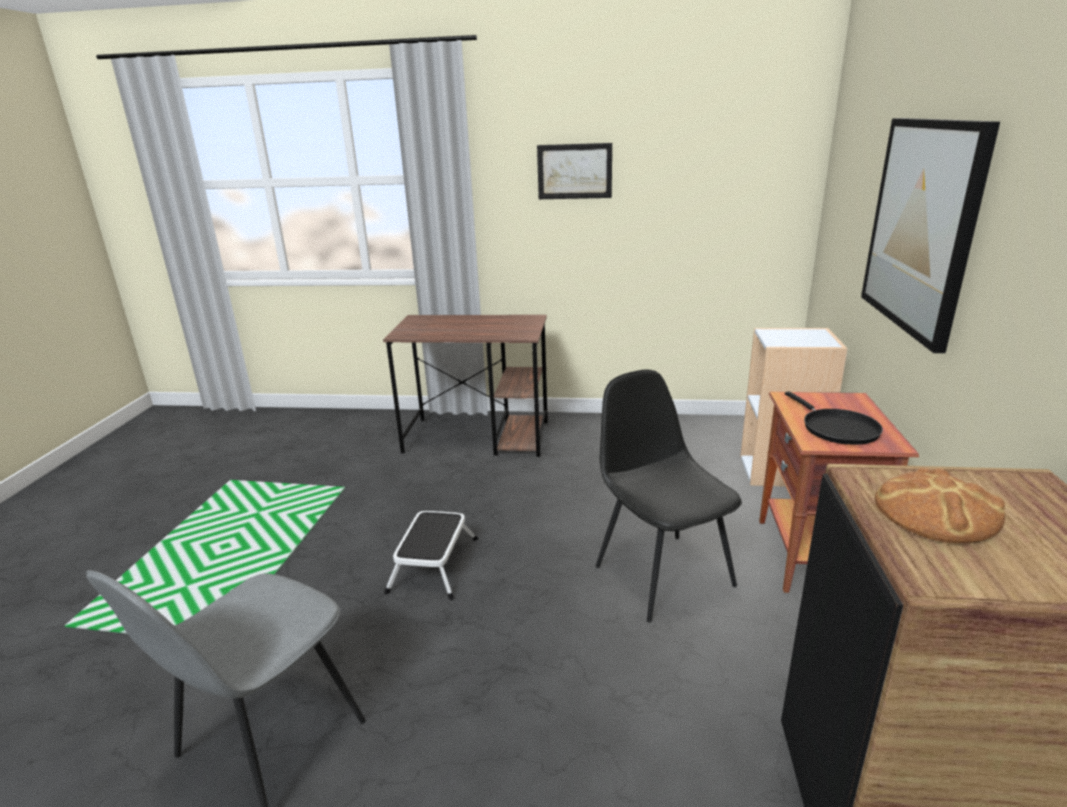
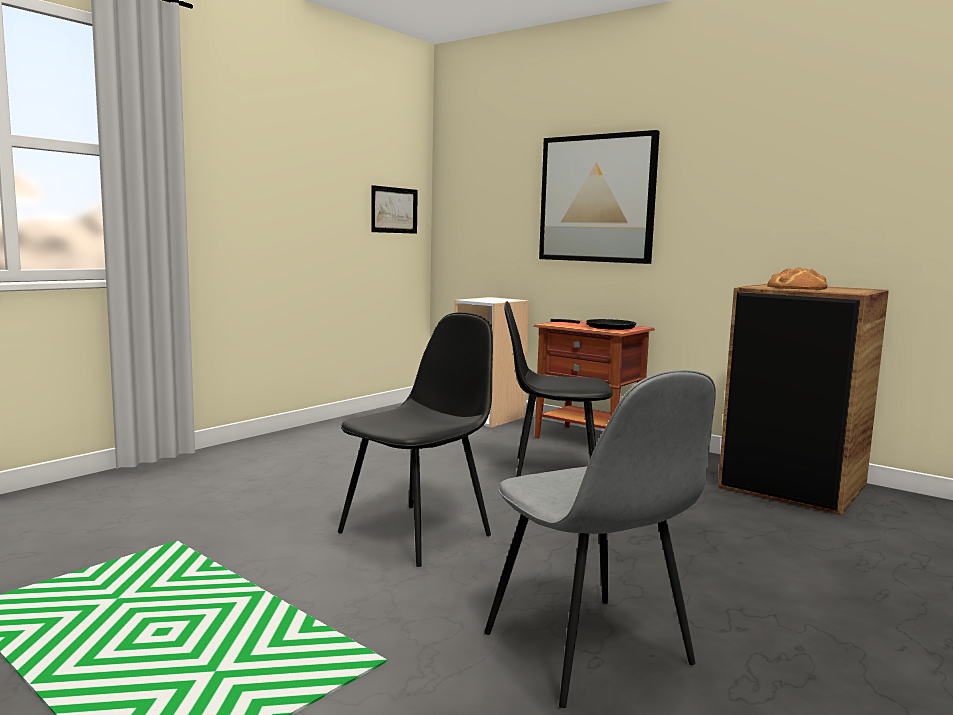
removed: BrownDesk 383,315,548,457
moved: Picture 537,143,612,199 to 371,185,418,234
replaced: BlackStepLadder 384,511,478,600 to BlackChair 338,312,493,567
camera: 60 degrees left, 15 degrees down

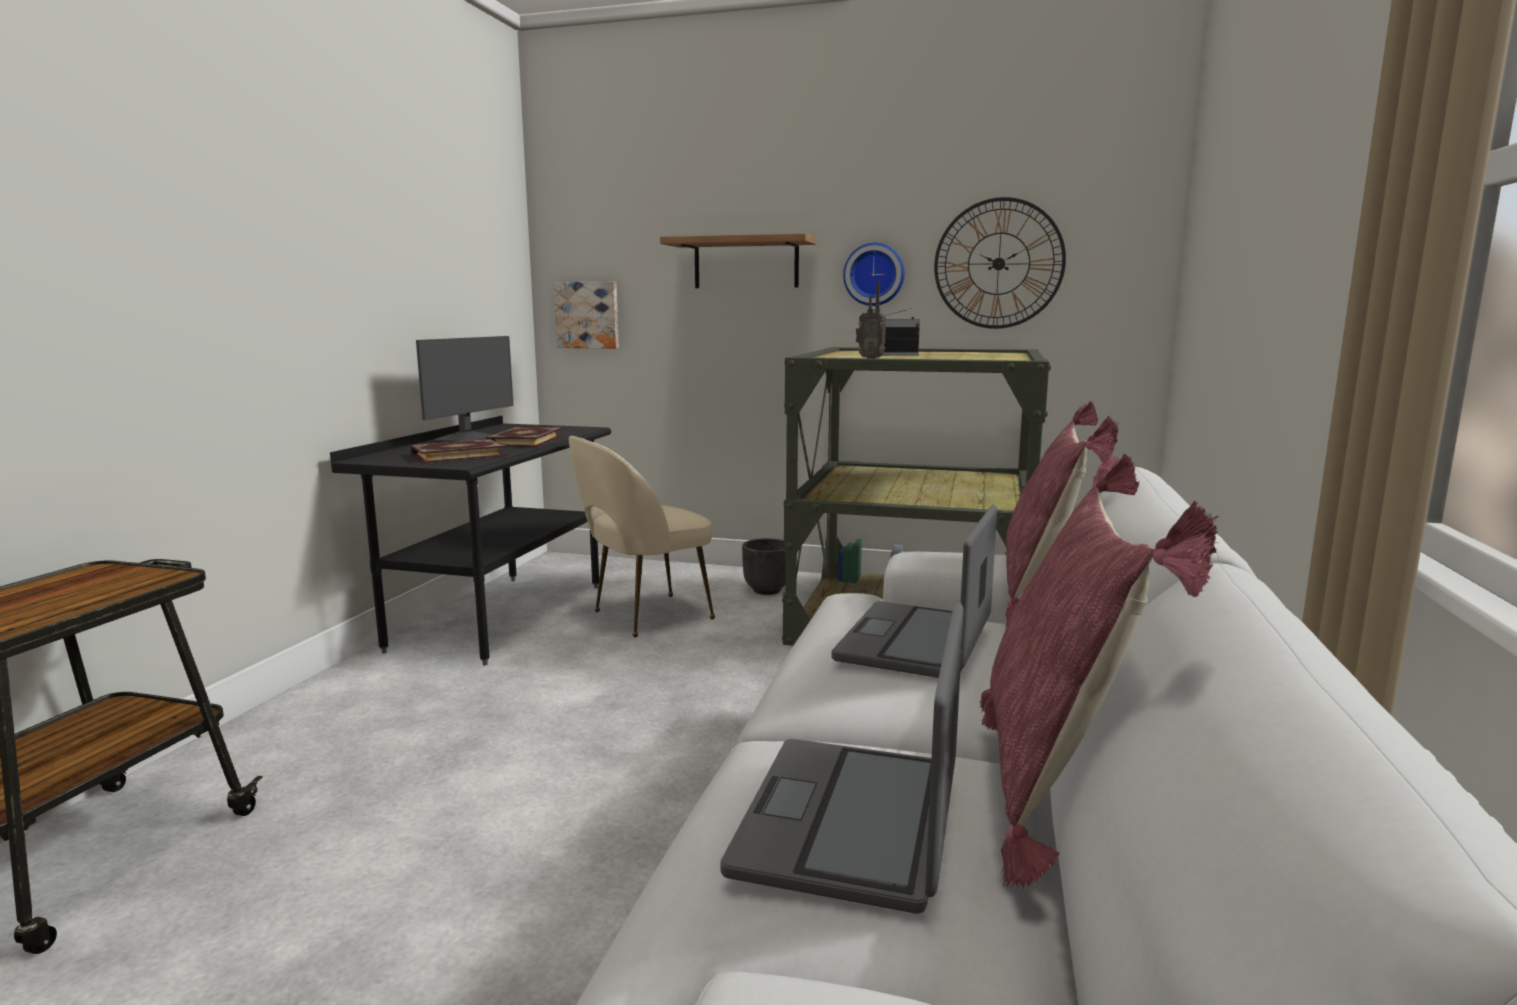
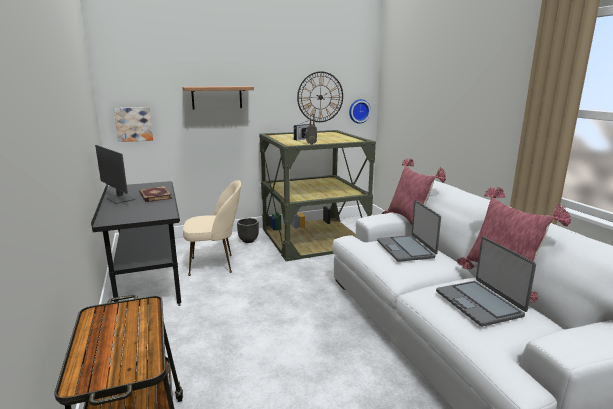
removed: Book 411,439,506,463
moved: WallClock 843,243,905,306 to 349,99,371,124
turned: Monitor 416,336,514,442 = 95,145,135,204 150 degrees clockwise; BeigeChair 569,436,715,637 = 183,180,241,276 120 degrees counterclockwise
camera: 35 degrees left, 5 degrees up

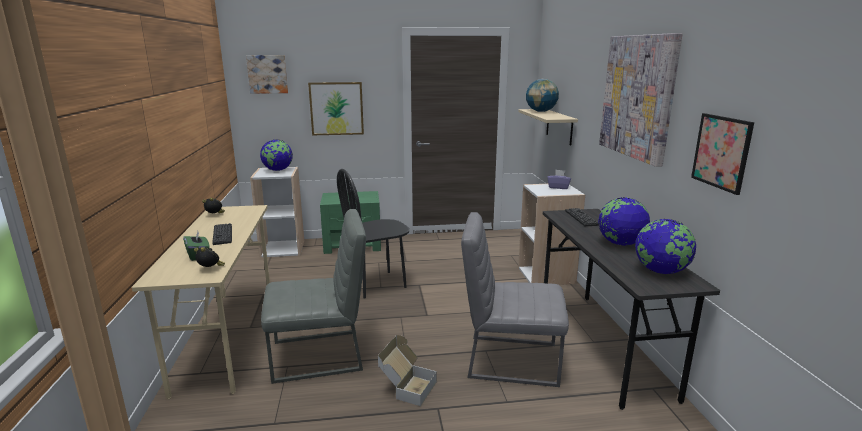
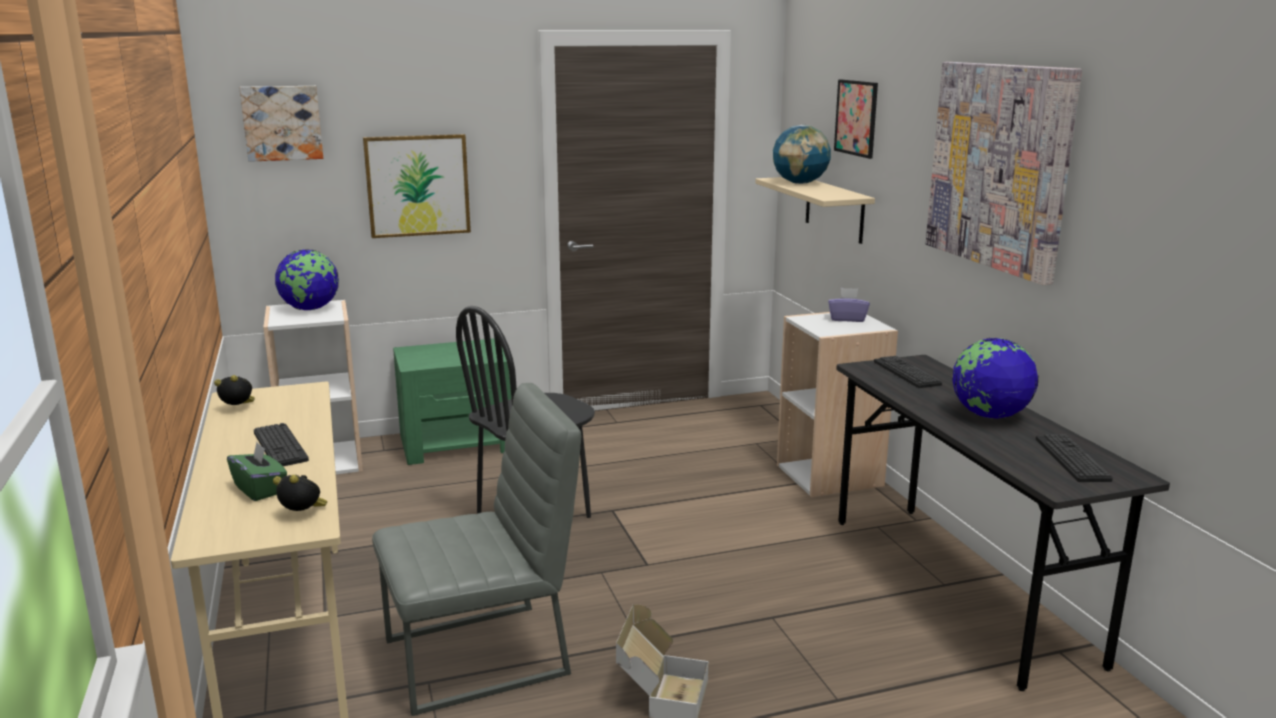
removed: GreyChair 461,212,569,387
moved: Picture 691,113,754,195 to 834,79,878,159
replaced: Globe 635,219,696,274 to Keyboard 1036,434,1113,482
camera: 10 degrees left, 0 degrees up

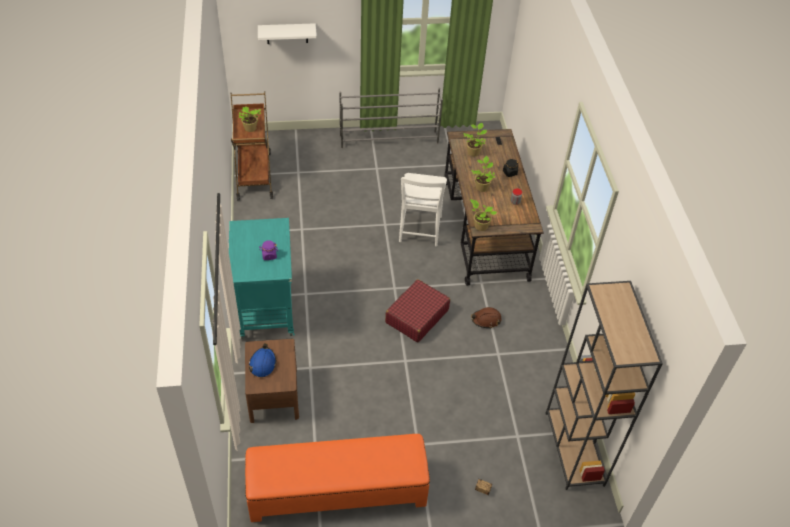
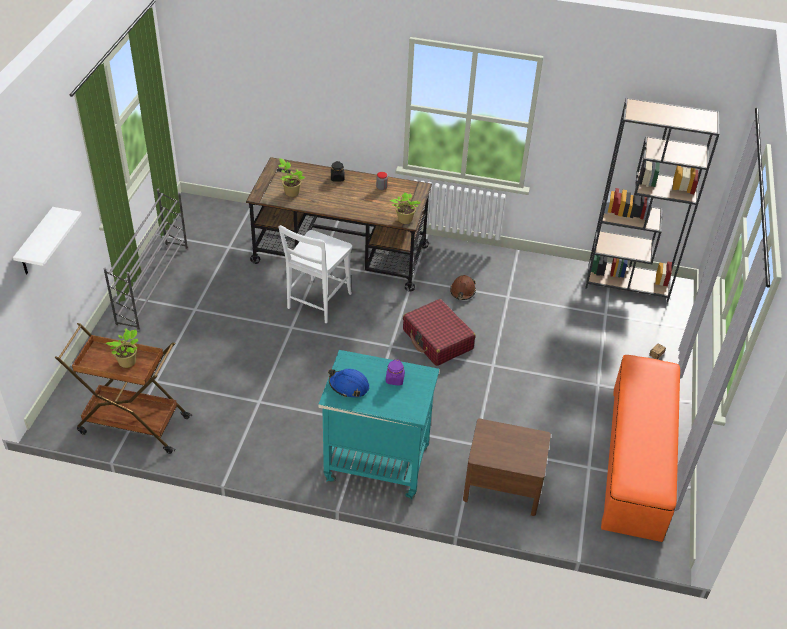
removed: PottedPlant 471,156,495,192
moved: BlueHardHat 249,343,276,377 to 328,369,369,397
turned: WhiteChair 399,173,447,247 = 278,225,352,323 90 degrees clockwise
camera: 70 degrees left, 5 degrees down

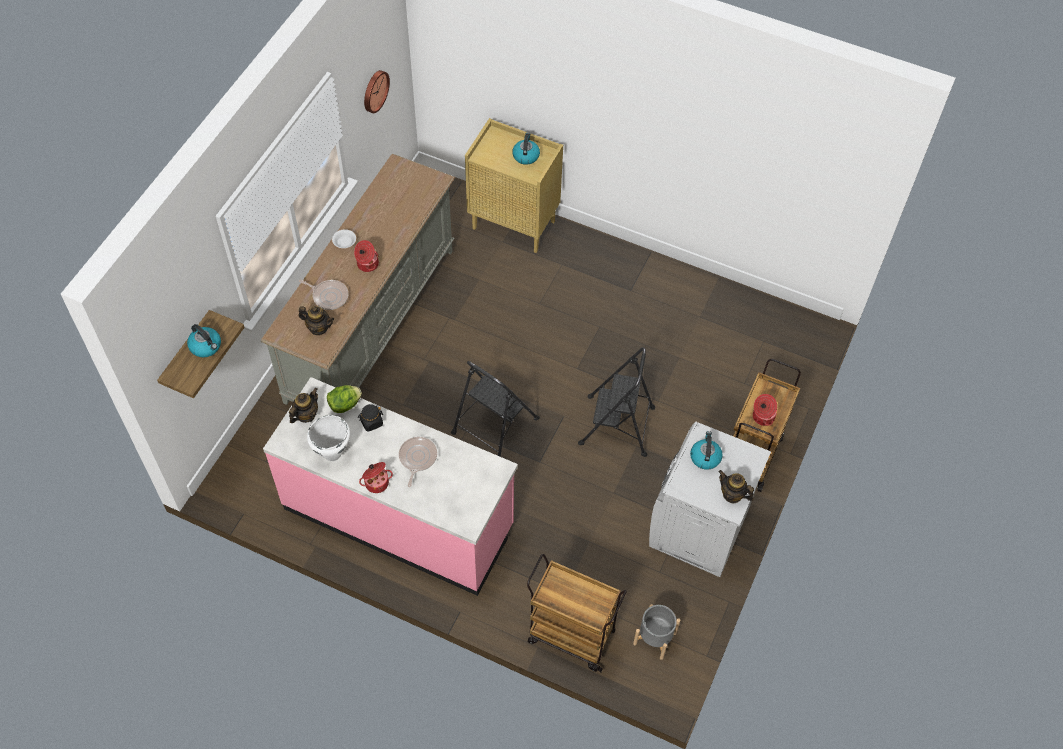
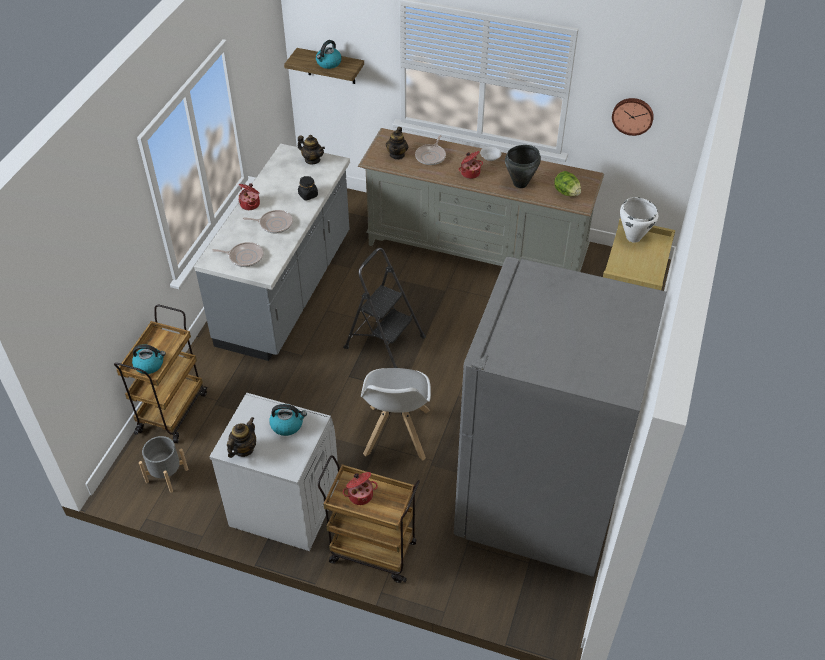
added: FryingPan 212,242,264,267; GreyFridge 454,257,667,577; BlackCookingPot 505,145,541,188
moved: Kettle 512,132,540,165 to 132,345,166,374; Lettuce 327,385,362,413 to 554,171,581,196; WhiteCookingPot 307,415,350,461 to 620,197,658,243
replaced: BlackStepLadder 578,347,655,457 to Chair 361,368,431,460
recoloured: PinkCounter 263,377,518,596 to GreyCounter 194,144,350,361
camera: 85 degrees right, 10 degrees down

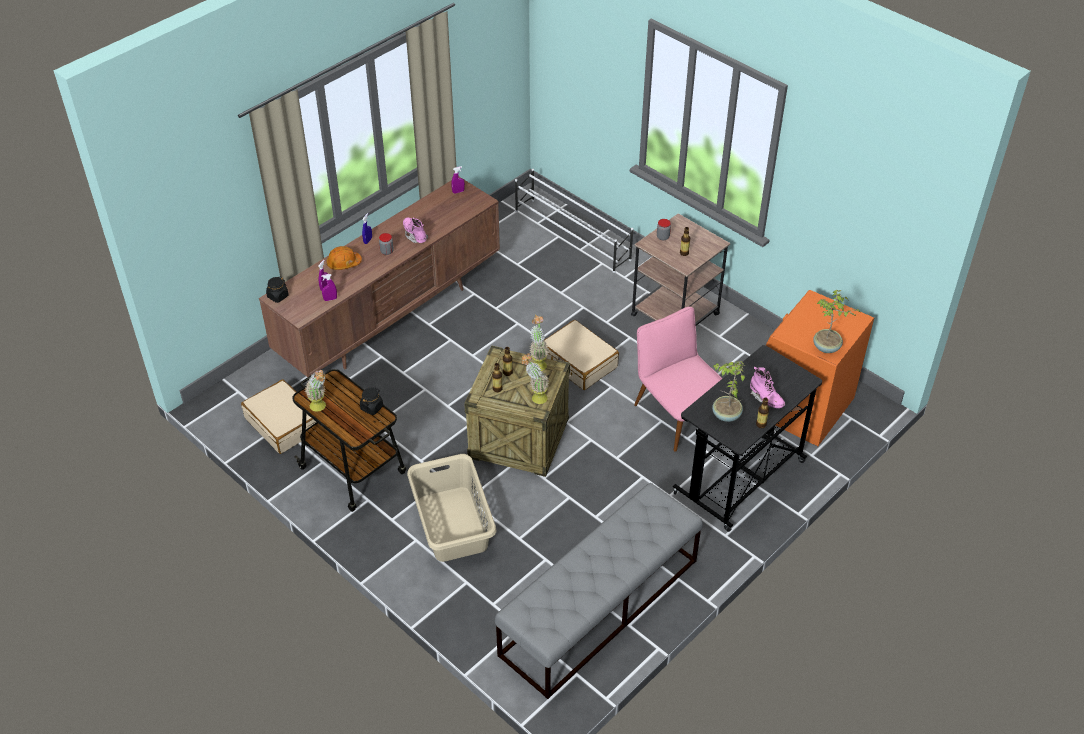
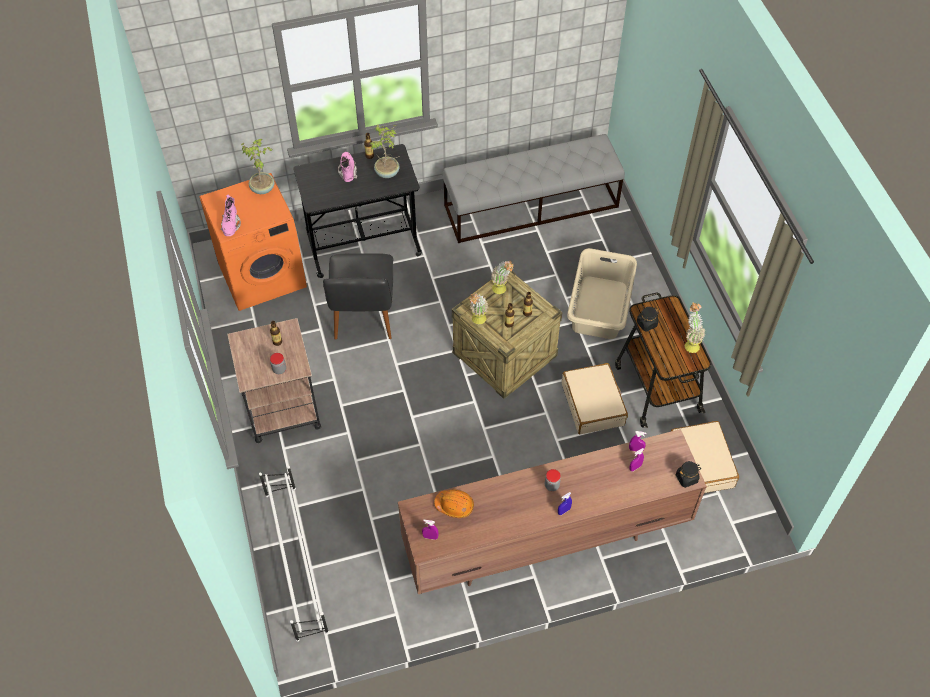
moved: PinkBoot 403,217,428,243 to 221,195,241,236; OrangeHardHat 326,246,362,270 to 434,489,474,518; BeigeSuitcase 544,320,619,390 to 562,363,628,434
recoloured: PinkChair 634,307,722,451 to BlackChair 323,253,393,340
camera: 150 degrees left, 10 degrees up

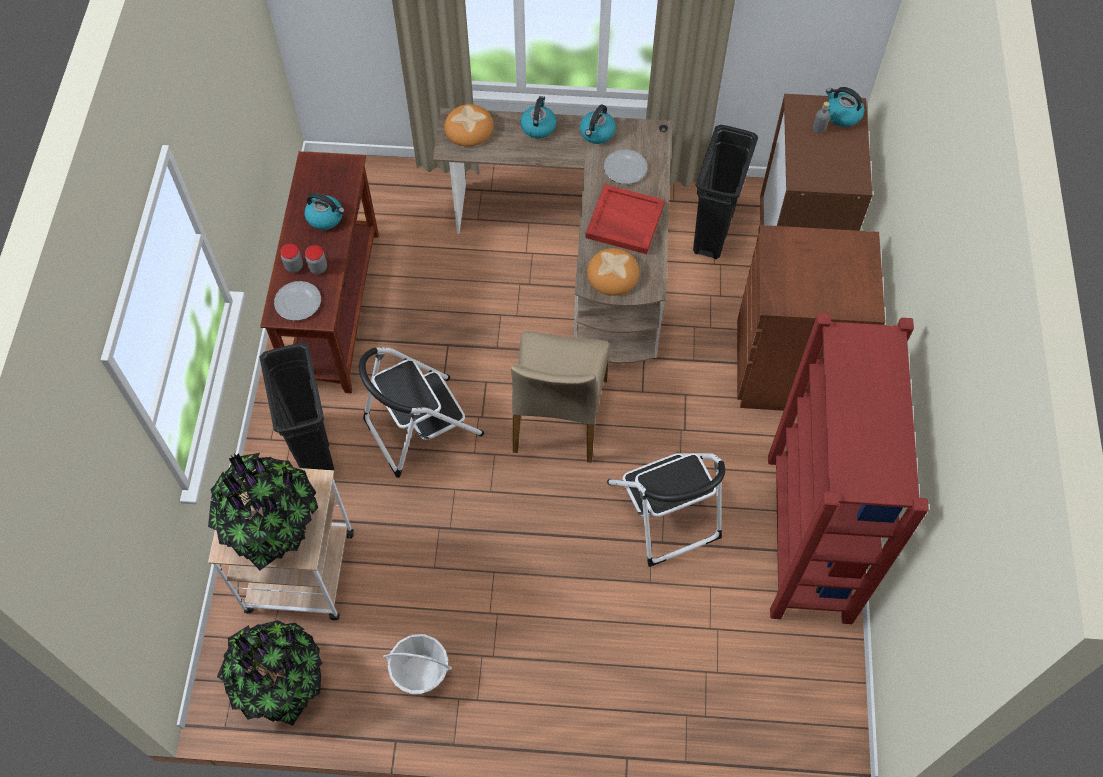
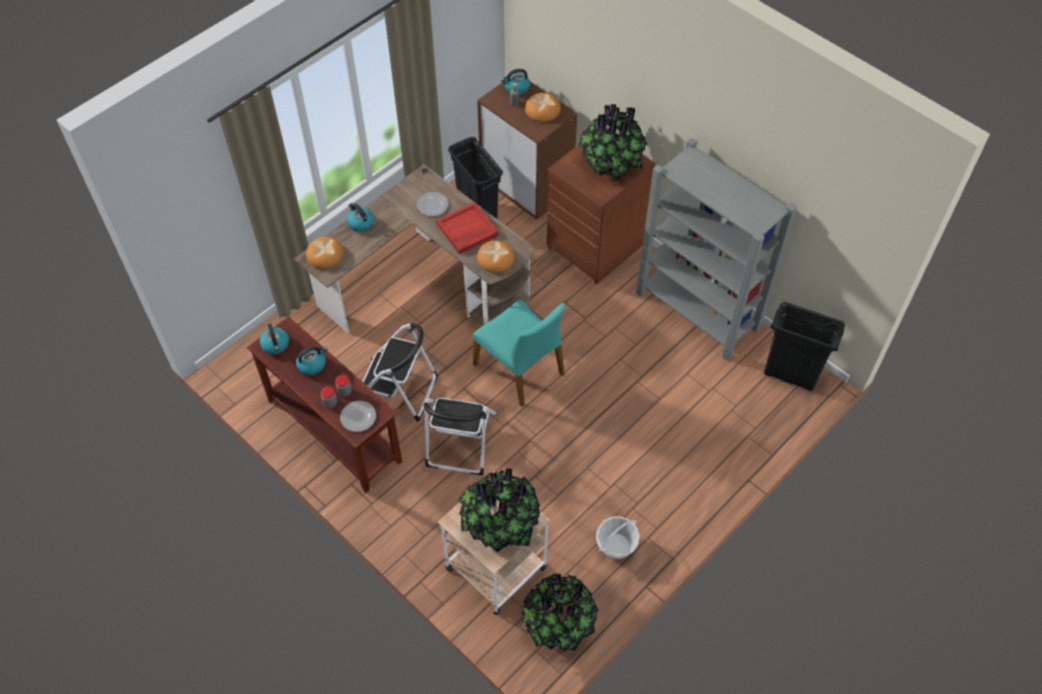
added: Bread 525,93,561,122; PottedPlant 578,104,647,180
moved: Kettle 580,104,616,144 to 260,324,289,354; StepLadder 607,453,725,567 to 363,323,438,421; BlackTrashCan 259,343,334,470 to 764,302,845,391
recoloured: BeigeChair 511,331,610,463 to TurquoiseChair 473,300,566,407; RedBookcase 768,313,929,624 to GreyBookcase 636,138,797,361
camera: 50 degrees left, 5 degrees down

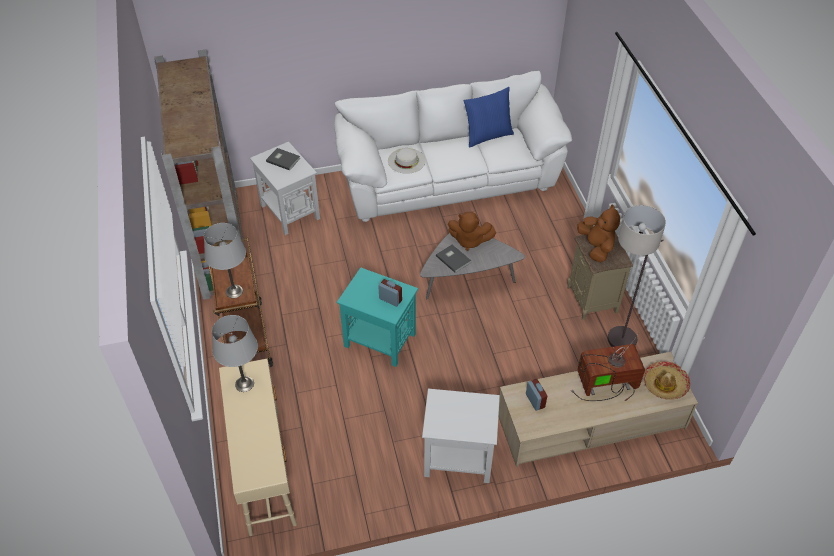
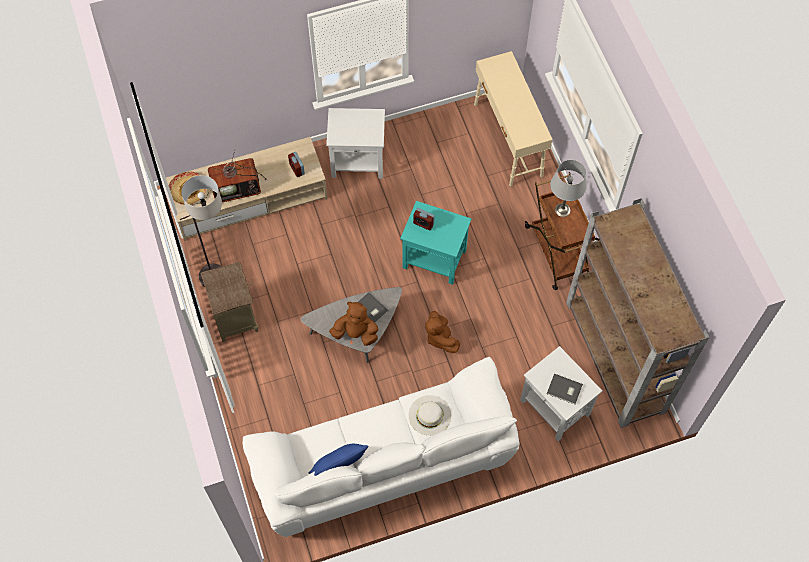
removed: GreyTableLamp 212,315,258,392
moved: BrownPlushToy 577,204,620,262 to 425,311,460,353
camera: 175 degrees right, 15 degrees up

